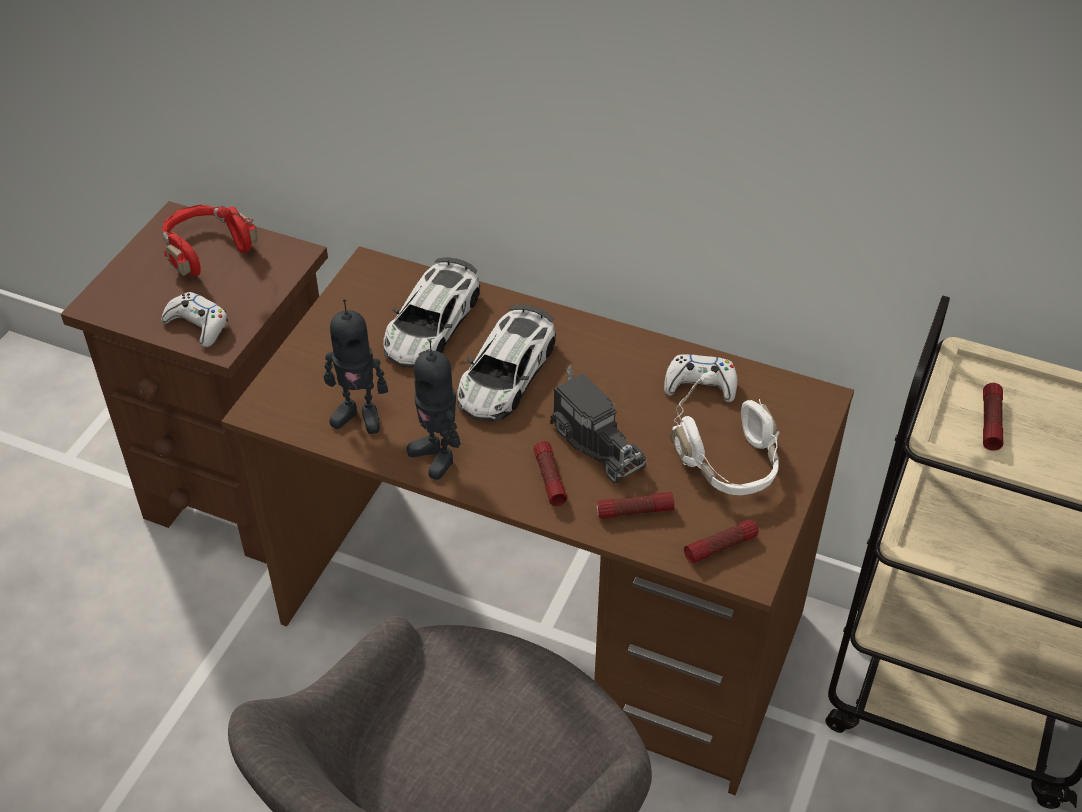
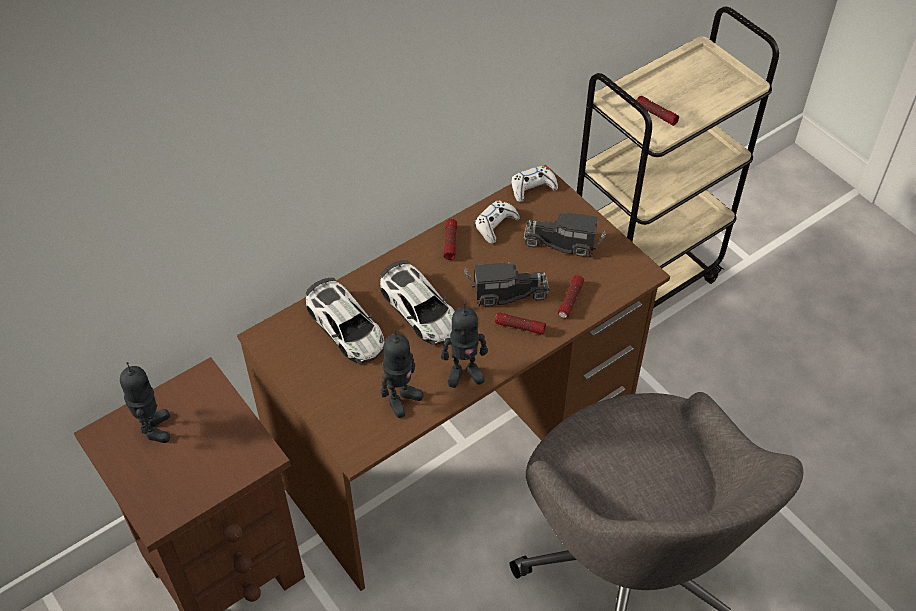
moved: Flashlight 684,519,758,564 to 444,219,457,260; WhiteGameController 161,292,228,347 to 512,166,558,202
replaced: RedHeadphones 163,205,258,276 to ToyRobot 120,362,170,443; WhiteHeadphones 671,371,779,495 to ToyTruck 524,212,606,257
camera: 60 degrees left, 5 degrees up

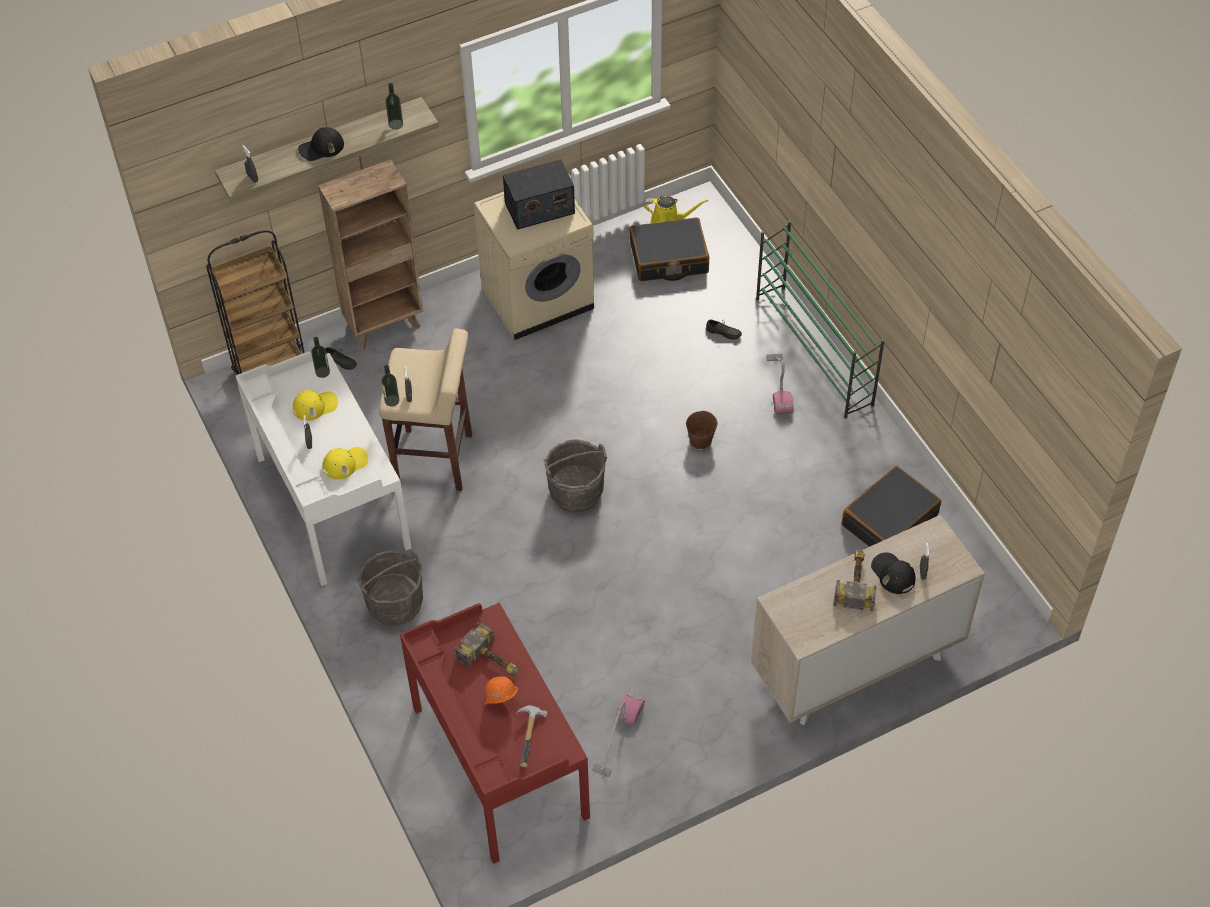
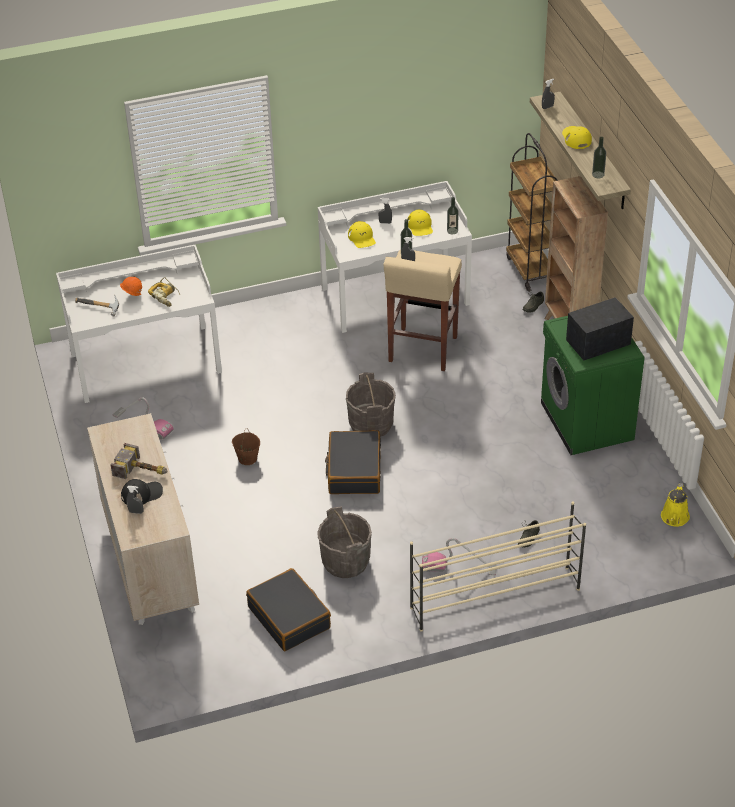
moved: BrownBucket 686,411,718,449 to 232,428,260,465; GreyBucket 356,550,423,626 to 317,506,372,578; BlackSuitcase 630,217,709,281 to 325,430,381,494
replaced: Hammer 454,621,519,675 to PowerDrill 148,277,180,307
recoloured: RedDesk 400,602,590,864 to WhiteDesk 56,245,222,403; GreenShoeRack 756,220,885,419 to BeigeShoeRack 410,502,586,632; BeigeWashingMachine 474,192,594,340 to GreenWashingMachine 541,316,644,455; BlackCap 298,127,344,161 to YellowCap 562,126,592,149
turned: Radio 503,159,575,230 = 566,297,634,360 75 degrees clockwise
camera: 100 degrees right, 10 degrees down

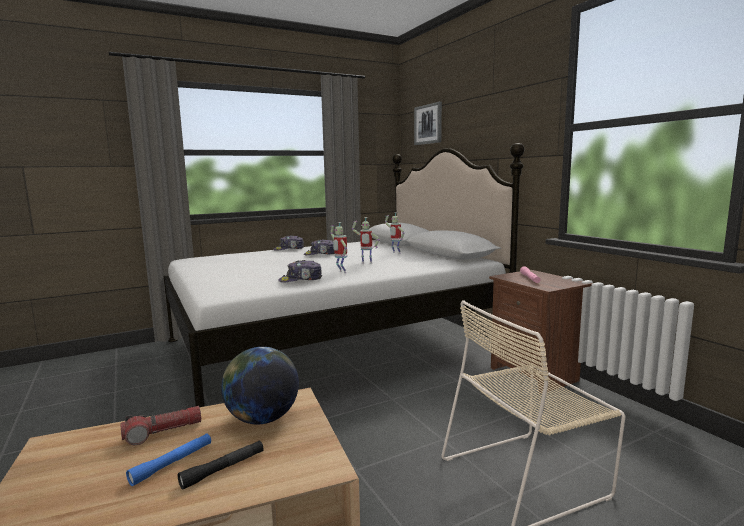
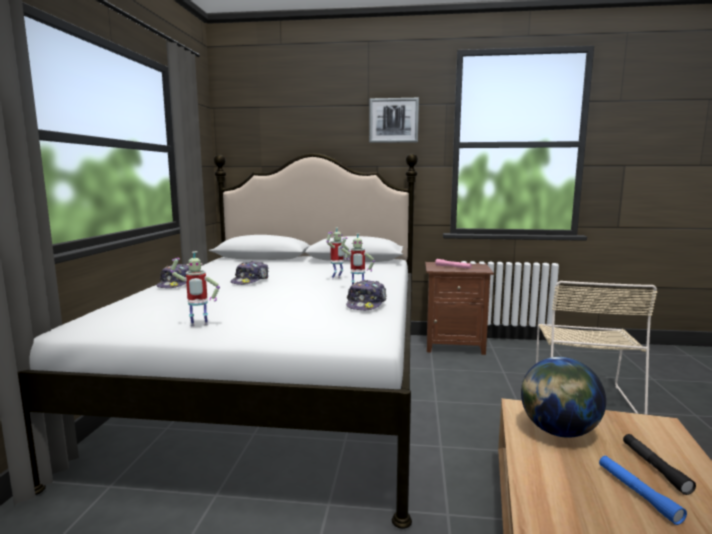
removed: Flashlight 120,406,201,445
moved: ToyRobot 385,212,405,254 to 170,251,220,326; Picture 414,102,442,145 to 369,98,419,143
camera: 55 degrees left, 0 degrees up

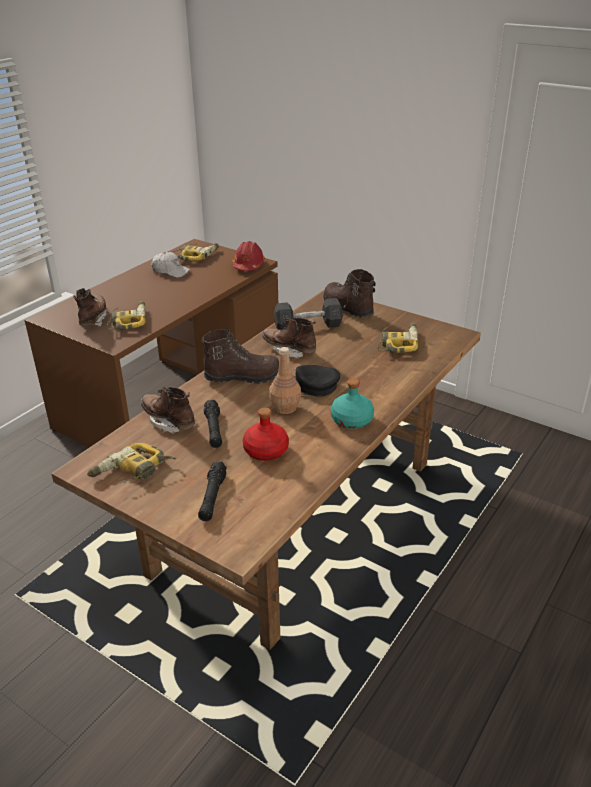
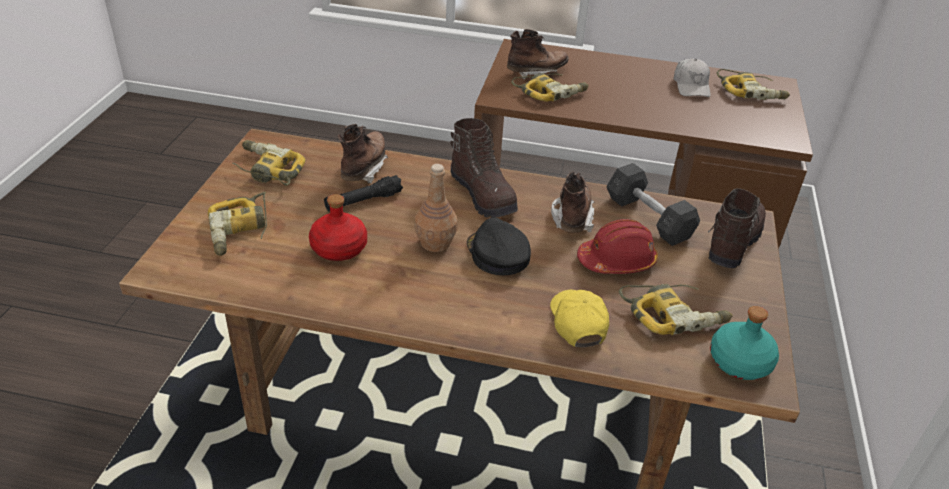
added: YellowCap 550,290,609,347
moved: RedHardHat 233,241,265,271 to 577,219,658,274; TurquoiseBottle 331,378,374,429 to 710,306,779,380
replaced: BlackFlashlight 198,461,227,521 to PowerDrill 208,191,267,256
camera: 65 degrees right, 5 degrees up

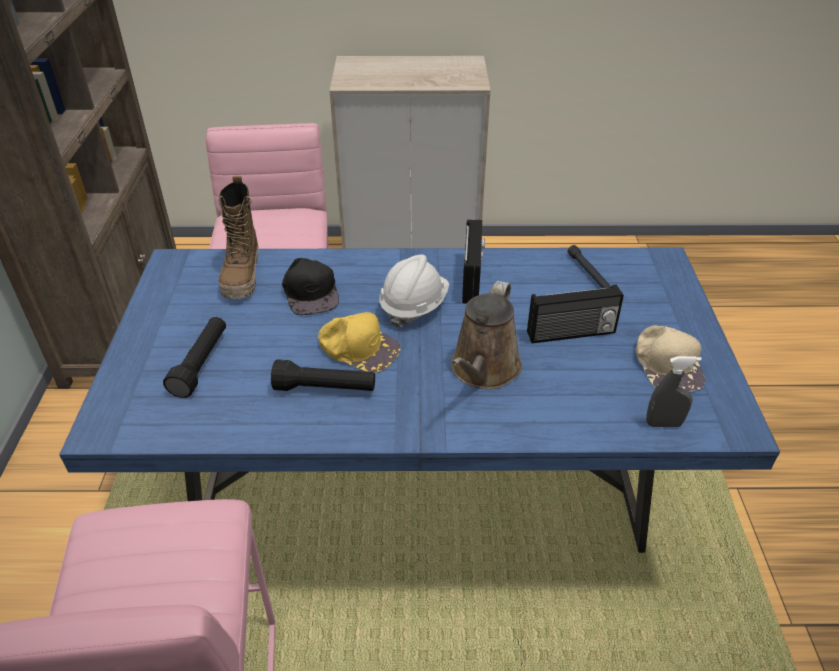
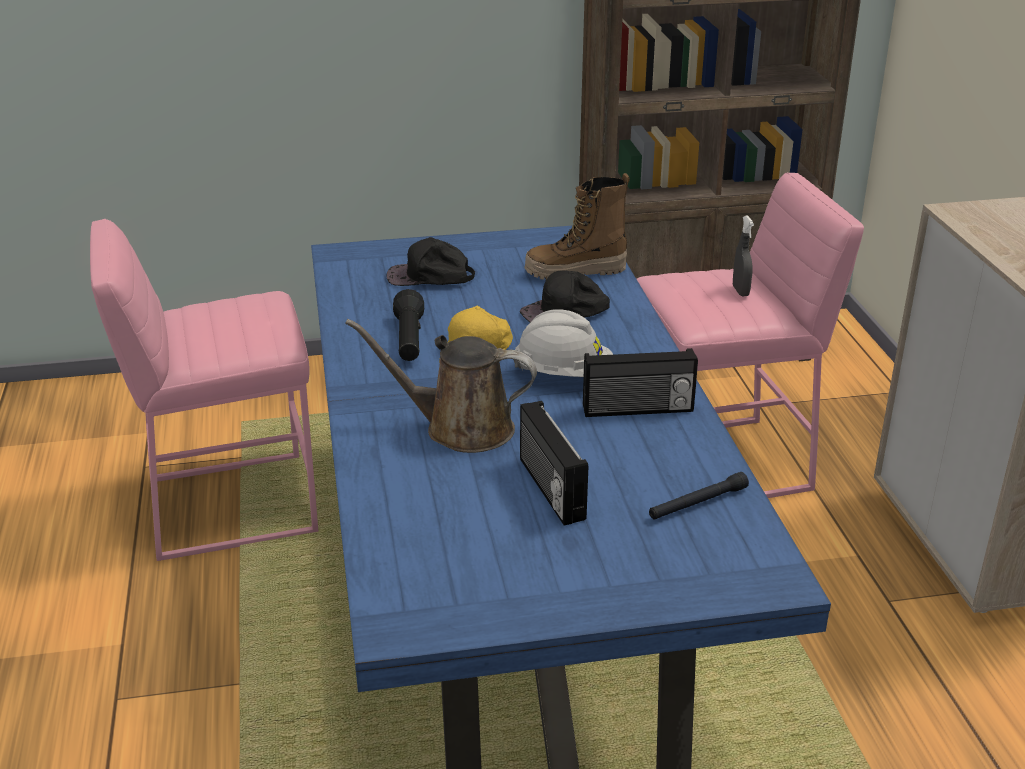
removed: BeigeCap 636,325,705,392
moved: GreySprayBottle 646,356,702,427 to 733,215,754,296
replaced: BlackFlashlight 163,317,226,398 to BlackCap 386,237,475,286
camera: 80 degrees right, 10 degrees down

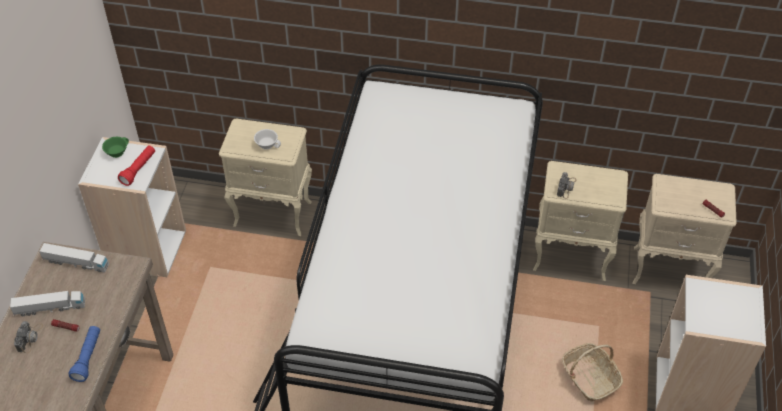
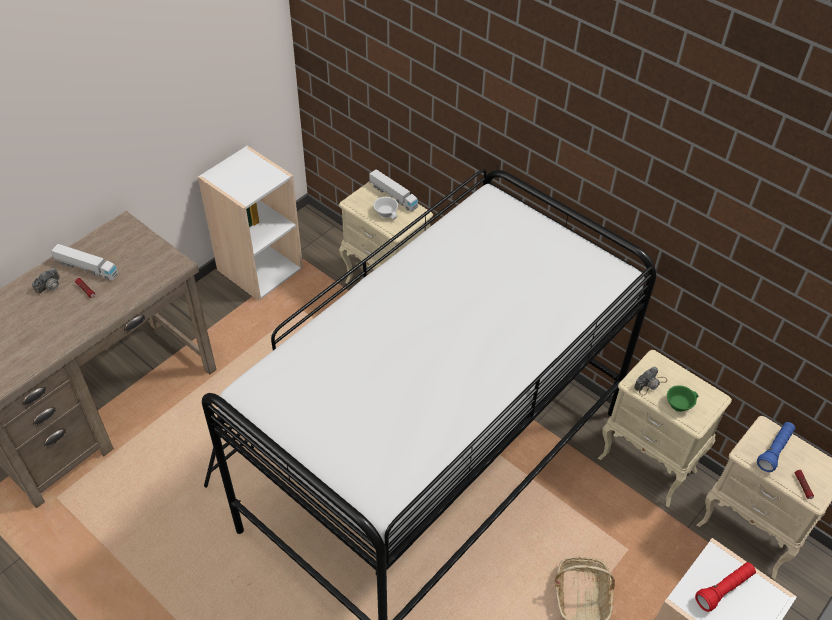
moved: ToyTruck 39,243,109,272 to 369,169,418,212; GreenCup 102,137,129,158 to 667,385,698,412; RedFlashlight 118,145,155,186 to 695,562,756,612; BlueFlashlight 69,326,100,382 to 757,422,795,472
camera: 30 degrees right, 0 degrees up

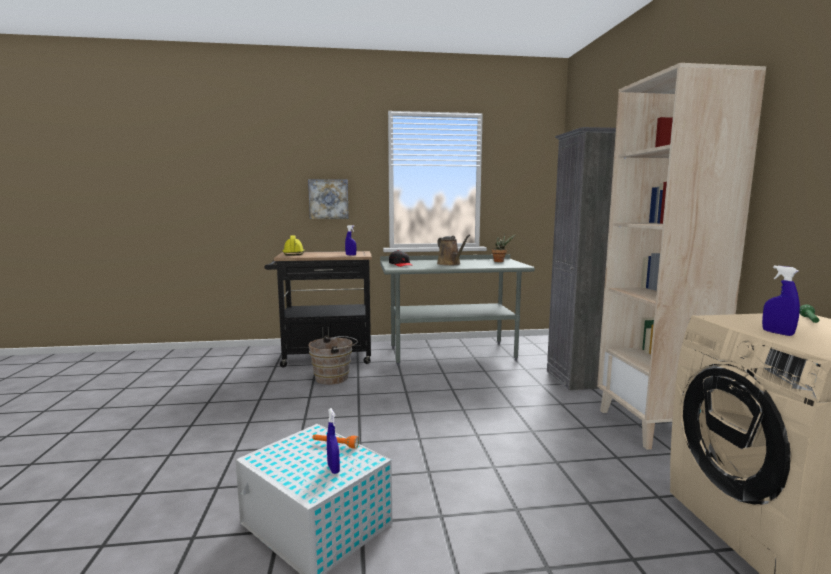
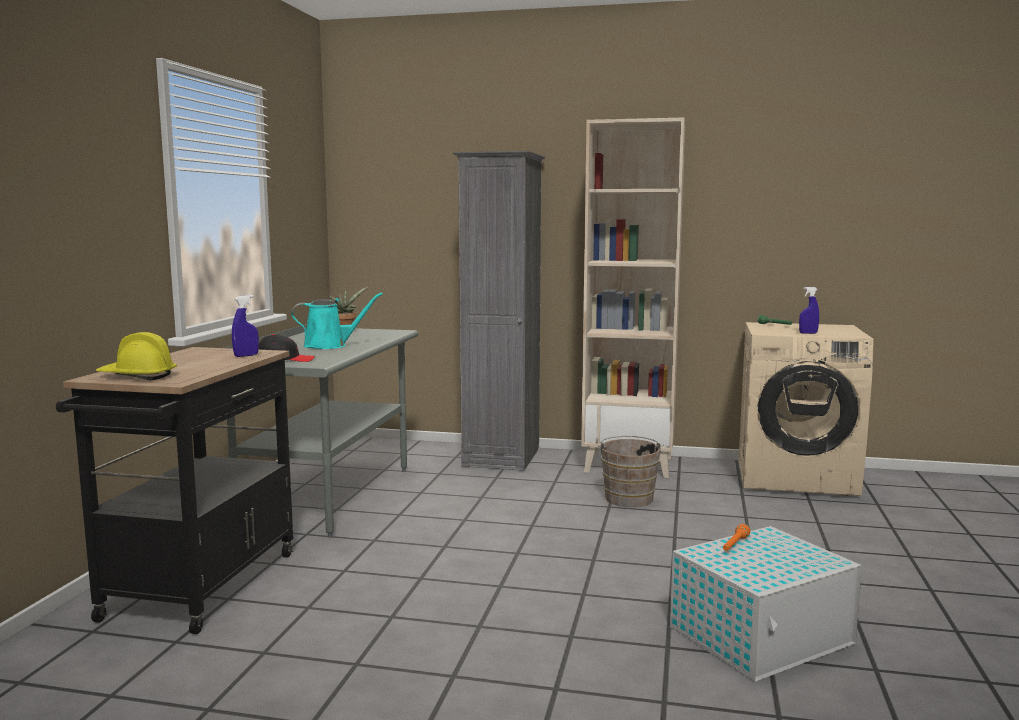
removed: Picture 308,179,349,219; BlueSprayBottle 327,408,340,474
moved: BrownBucket 308,336,358,385 to 598,436,664,507
recoloured: BrownWateringCan 437,235,470,266 to TurquoiseWateringCan 291,293,382,349
camera: 70 degrees left, 0 degrees up

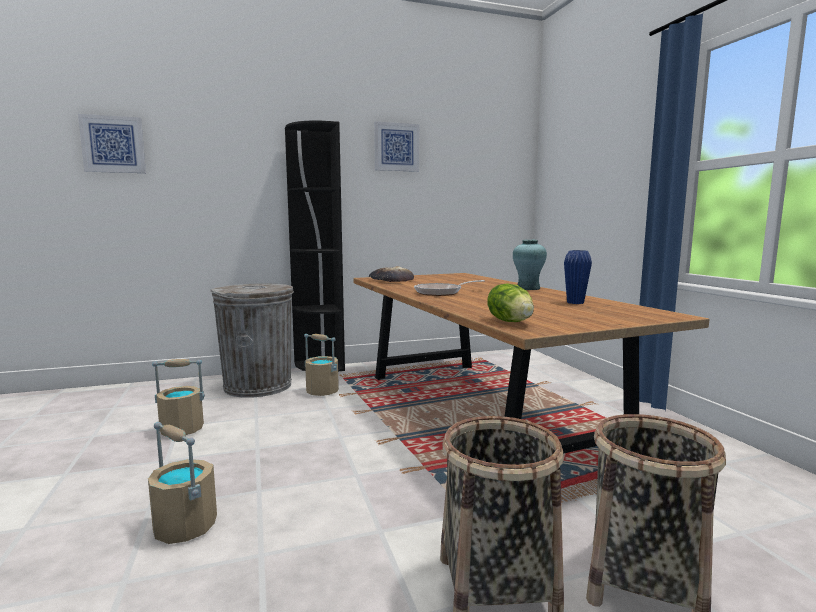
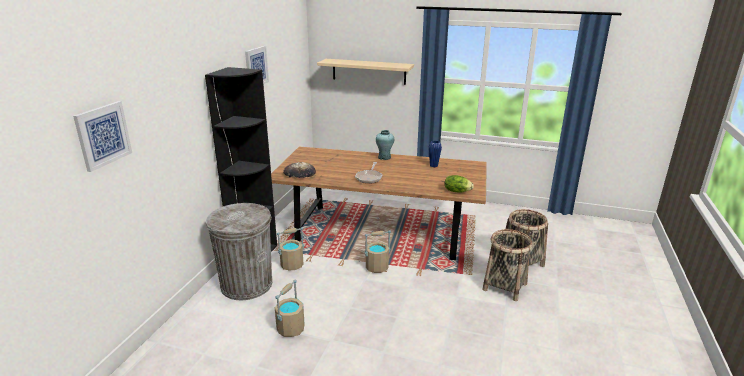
added: BeigeShelf 317,59,414,85
moved: BeigeBucket 148,422,217,544 to 364,230,391,273
camera: 55 degrees left, 15 degrees up

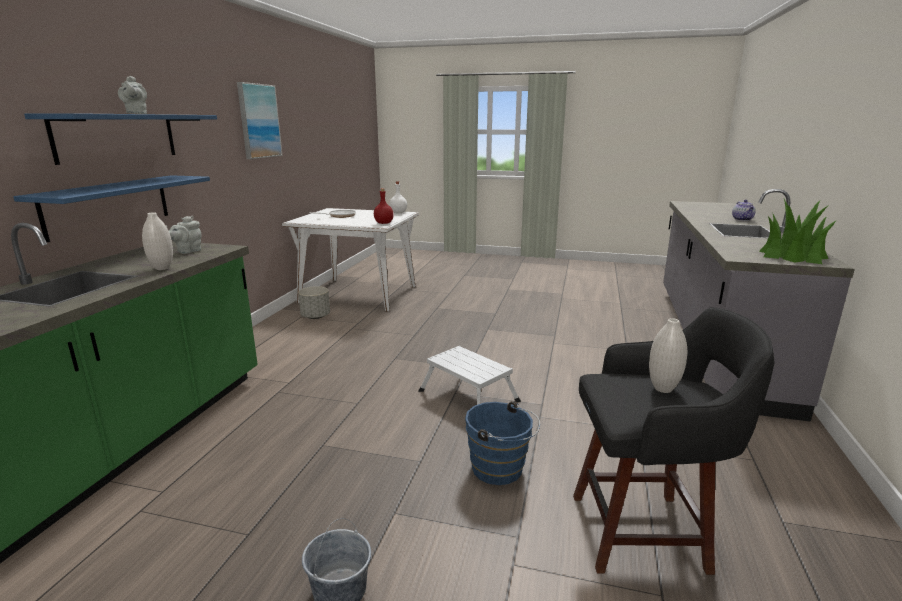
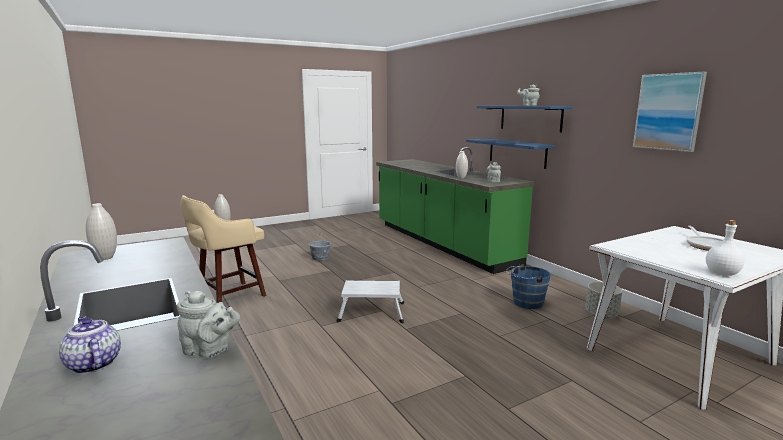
removed: RedBottle 374,188,394,224
added: GreyTeapot 177,291,240,358
moved: BlueBucket 465,401,540,485 to 506,264,551,309
replaced: PottedPlant 759,199,837,264 to WhiteVase 86,203,117,260
recoloured: BlackStool 573,307,774,575 to BeigeStool 180,195,266,303
camera: 135 degrees right, 5 degrees down

